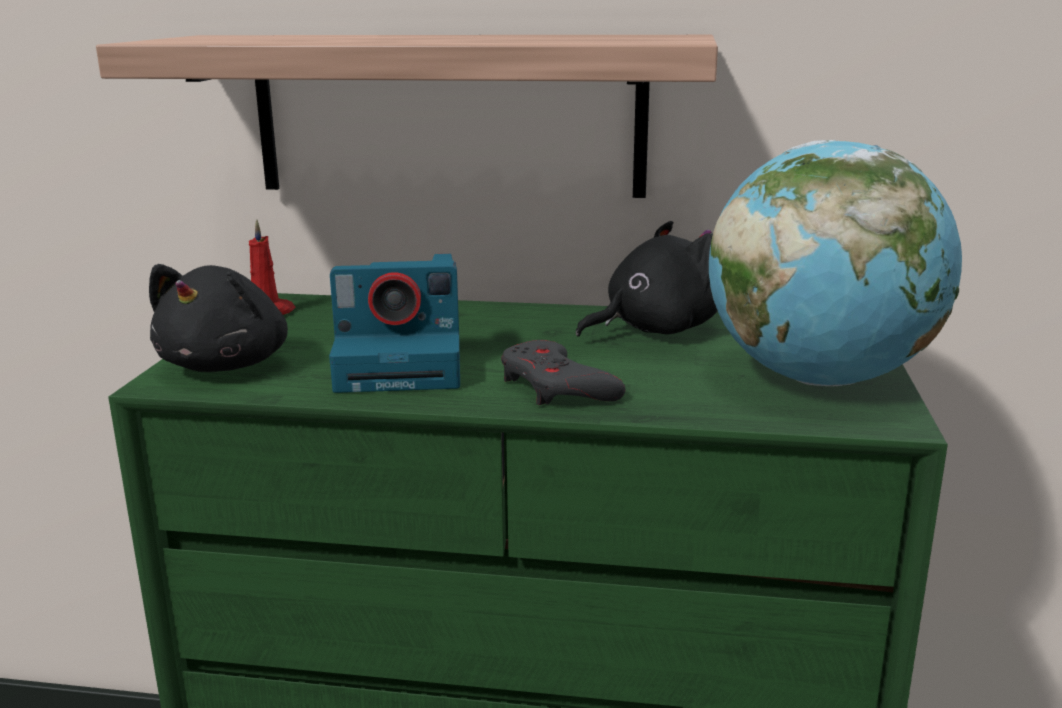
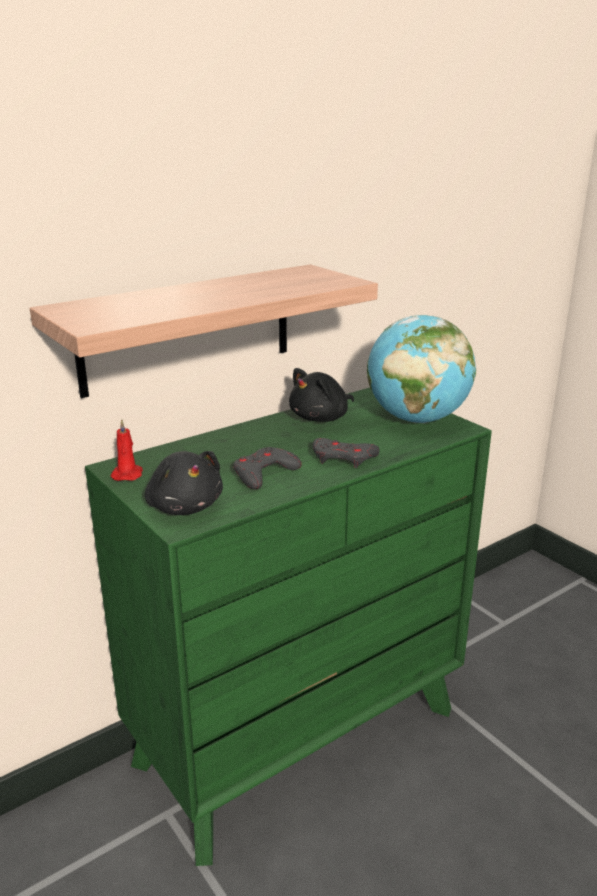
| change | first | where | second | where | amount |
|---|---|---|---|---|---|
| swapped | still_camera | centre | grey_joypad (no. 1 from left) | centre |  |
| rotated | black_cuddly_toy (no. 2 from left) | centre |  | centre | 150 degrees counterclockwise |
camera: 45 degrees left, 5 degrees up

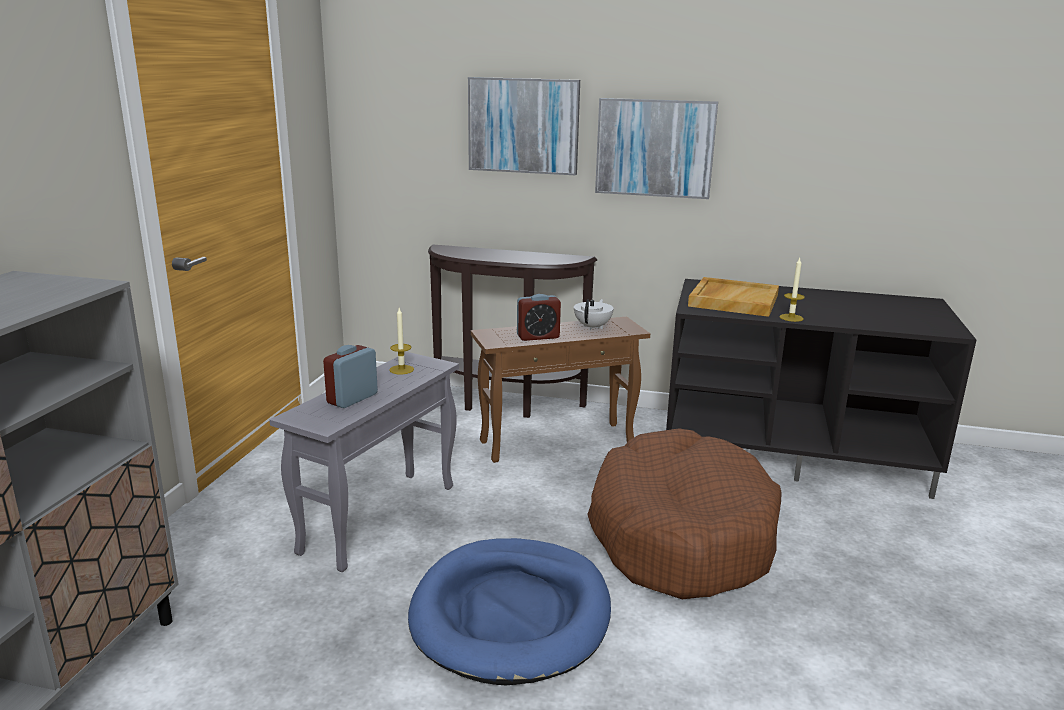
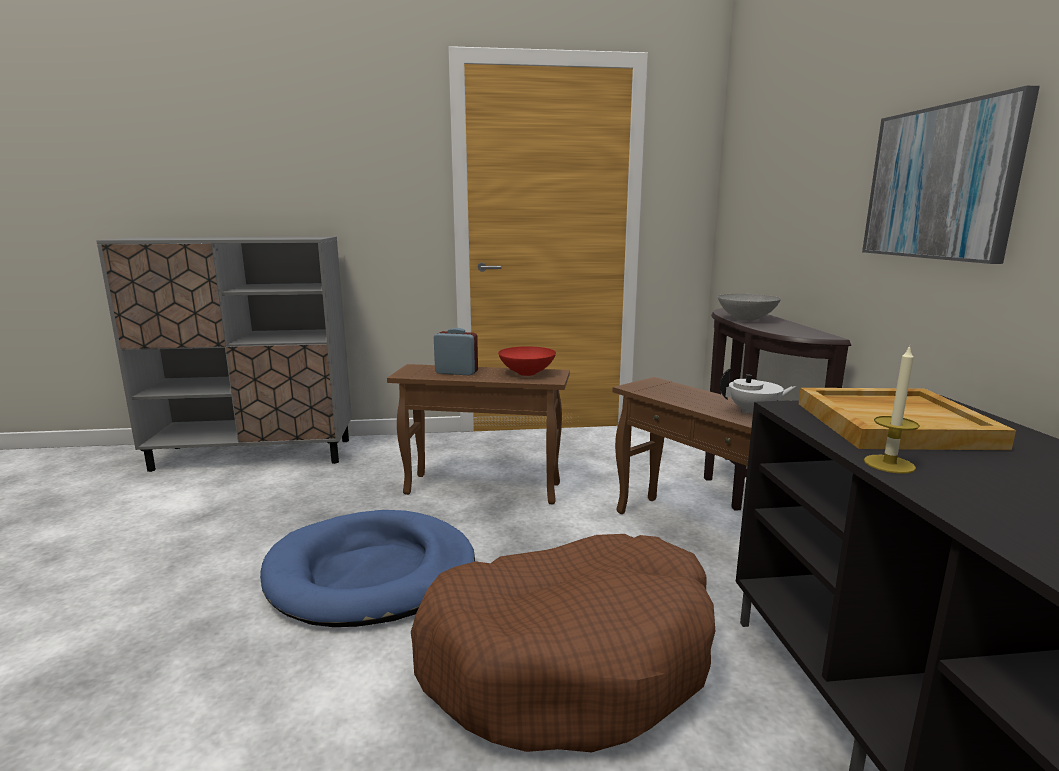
| change | first | where | second | where | amount |
|---|---|---|---|---|---|
| gone | wall_art (no. 1 from left) | top centre |  |  |  |
| gone | bedside_clock (no. 2 from left) | centre |  |  |  |
| new |  |  | grey_serving_bowl | middle right |  |
| swapped | wax_light (no. 1 from left) | centre | red_serving_bowl | centre |  |
| repainted | grey_end_table | centre | brownish_end_table (no. 1 from left) | centre |  |
camera: 70 degrees right, 5 degrees down

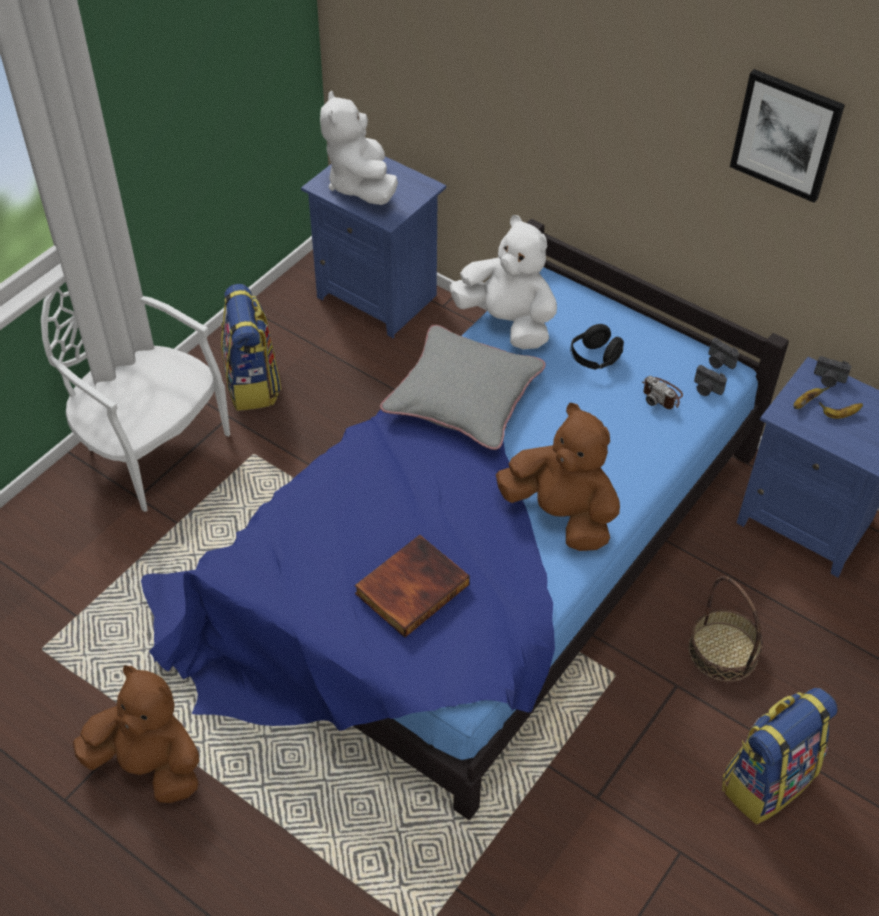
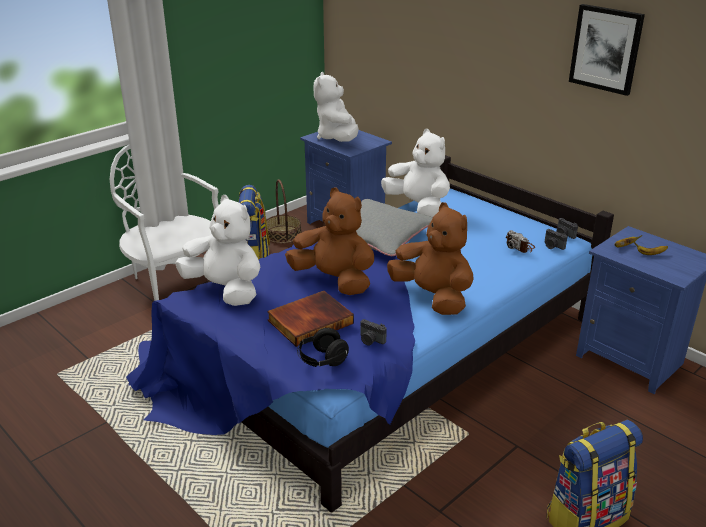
| change | first | where | second | where | amount |
|---|---|---|---|---|---|
| new |  |  | white_cuddly_toy (no. 1 from left) | middle left |  |
| shifted | brownish_cuddly_toy (no. 1 from left) | bottom left |  | centre |  |
| shifted | black_pair_of_headphones | middle right |  | centre |  |
| shifted | basket | bottom right |  | centre |  |
| shifted | still_camera (no. 4 from left in the first image) | middle right | still_camera (no. 1 from left) | centre |  |
camera: 10 degrees right, 20 degrees down

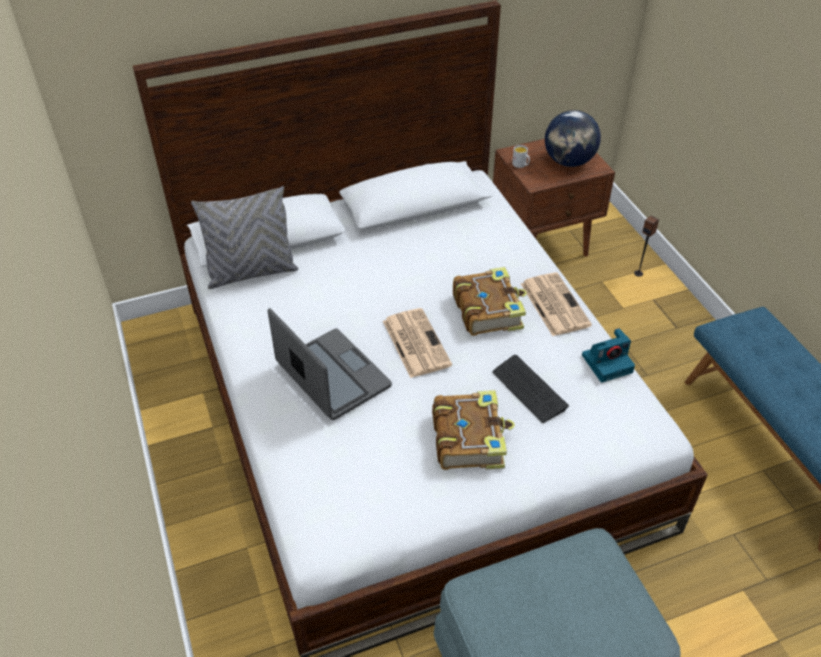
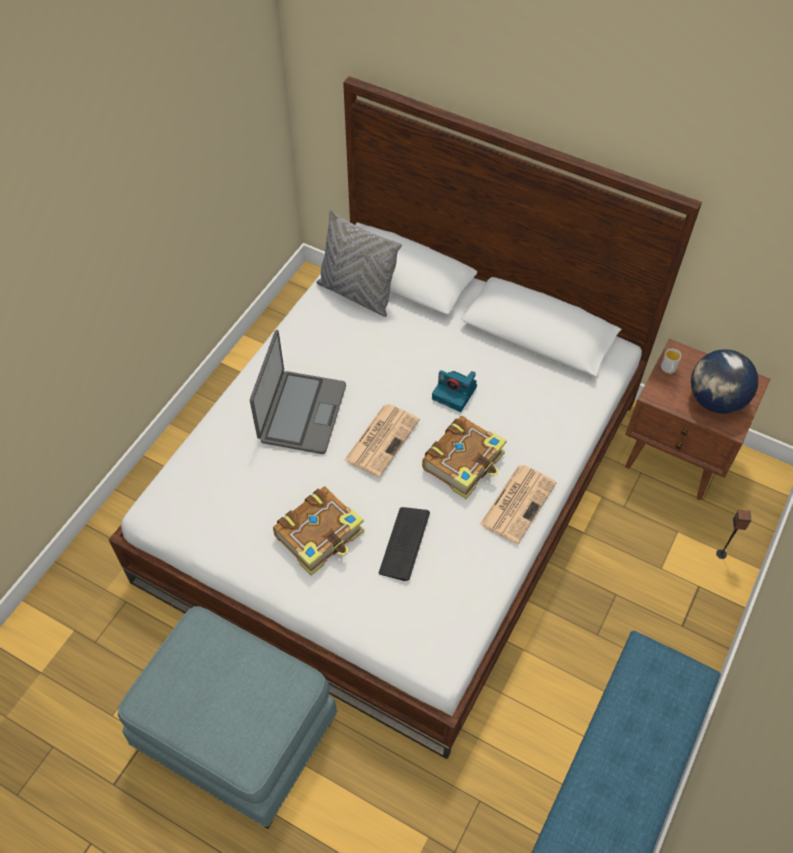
| change | first | where | second | where | amount |
|---|---|---|---|---|---|
| shifted | still_camera | middle right |  | centre |  |
camera: 50 degrees right, 10 degrees up

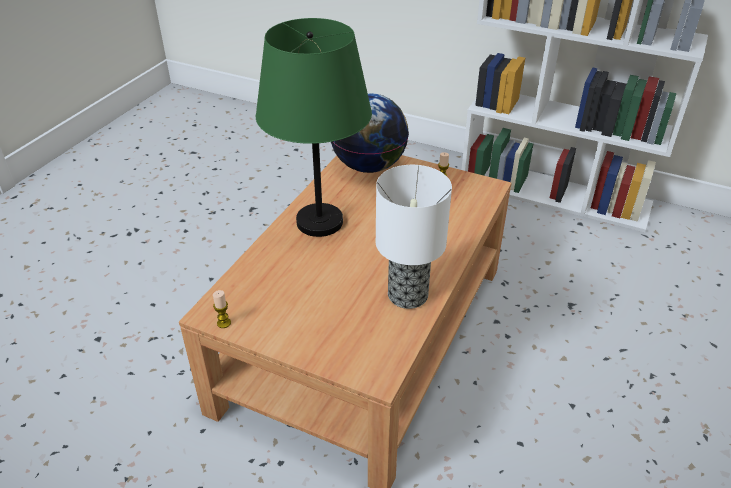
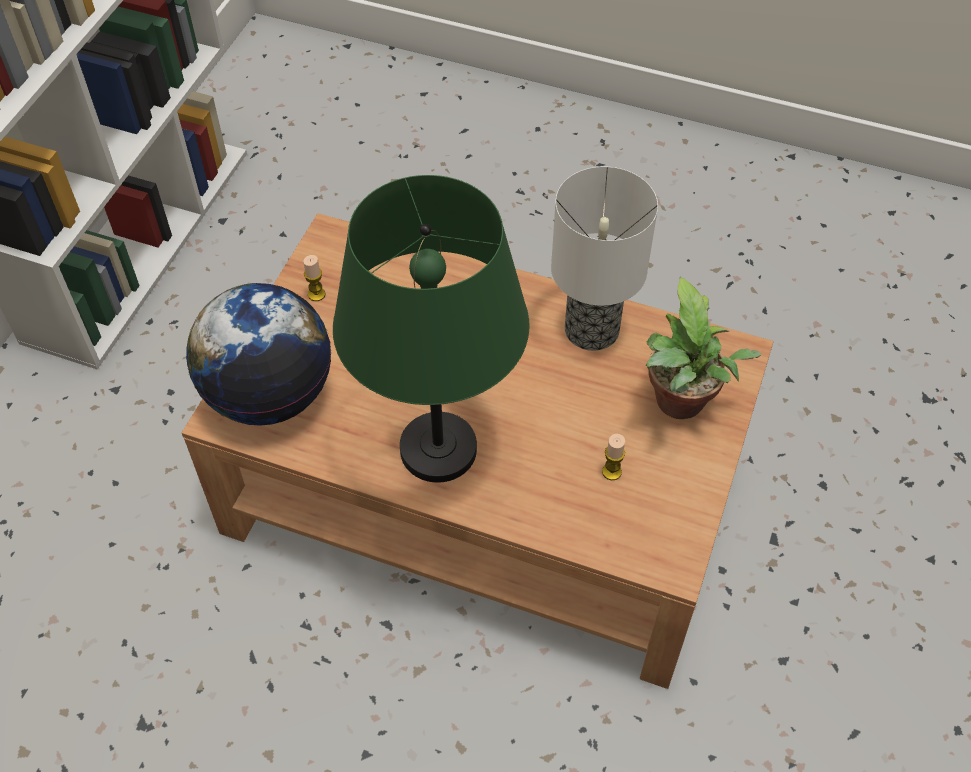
| change | first | where | second | where | amount |
|---|---|---|---|---|---|
| new |  |  | houseplant | middle right |  |
| shifted | wax_light (no. 1 from left in the first image) | middle left | wax_light (no. 2 from left) | centre |  |
camera: 95 degrees left, 15 degrees up

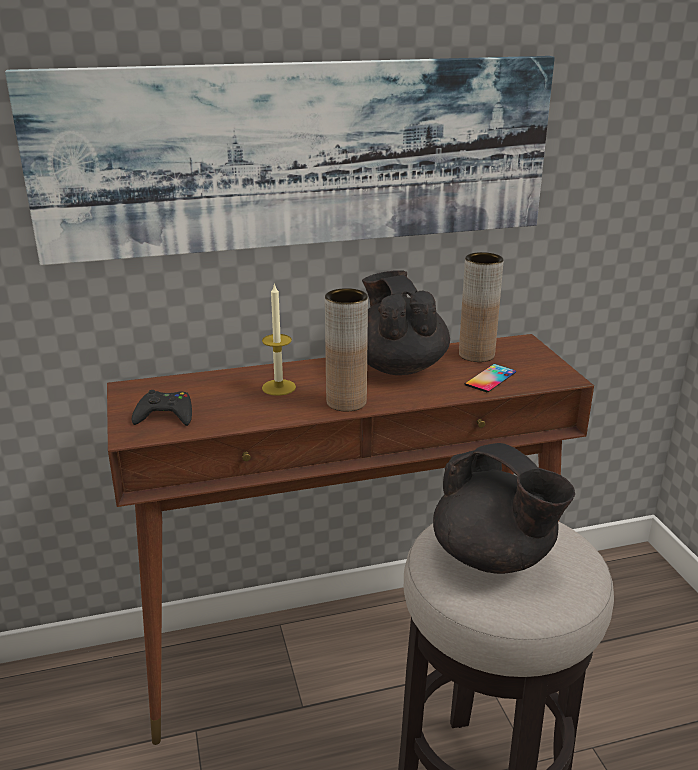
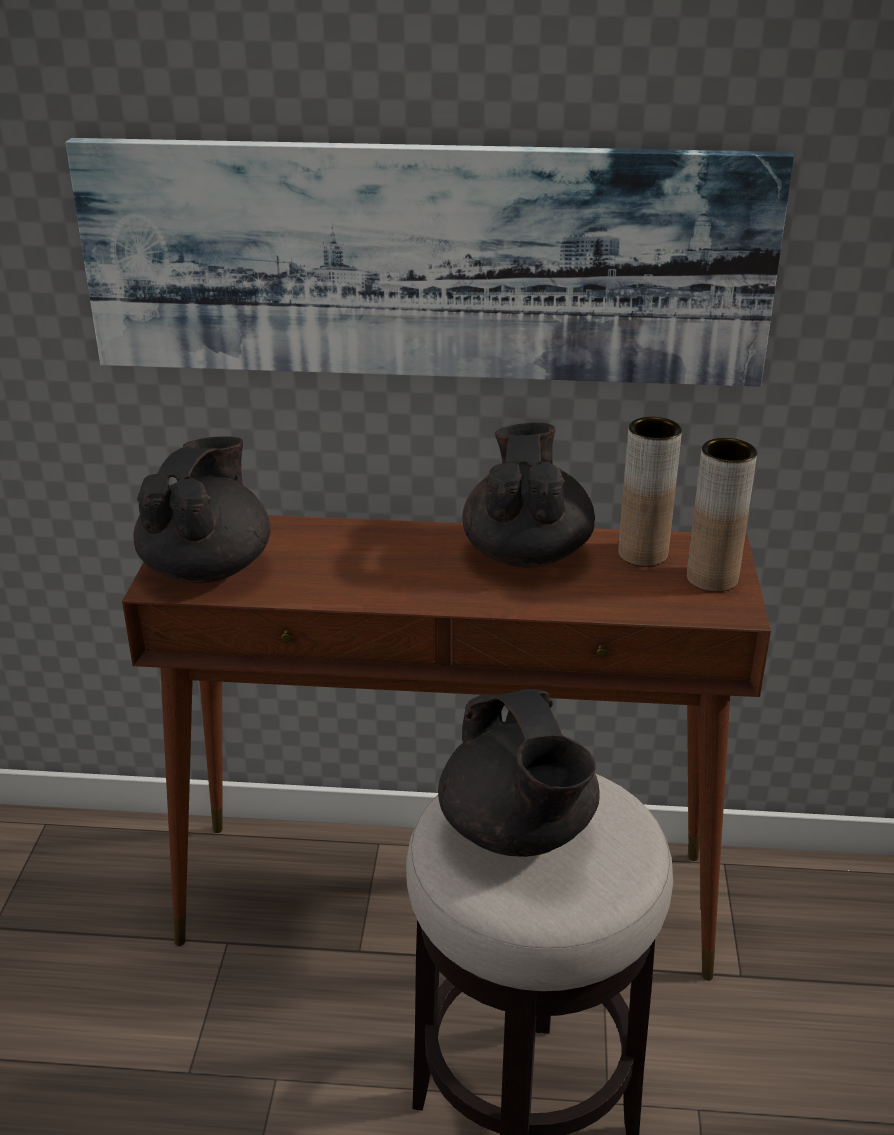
| change | first | where | second | where | amount |
|---|---|---|---|---|---|
| gone | wax_light | centre |  |  |  |
| gone | phone | middle right |  |  |  |
| shifted | brownish_decorative_vase (no. 1 from left in the first image) | centre | brownish_decorative_vase (no. 2 from left) | middle right |  |
| swapped | black_joypad | middle left | black_teapot (no. 1 from left) | middle left |  |
camera: 20 degrees right, 5 degrees up

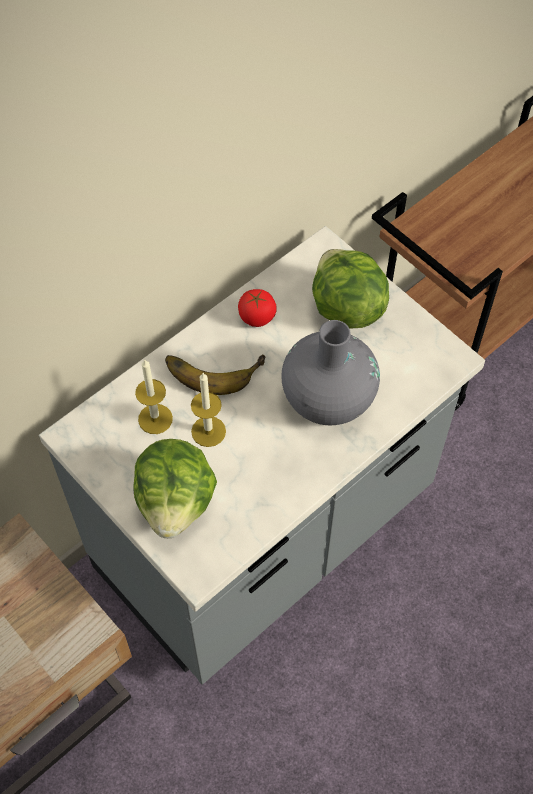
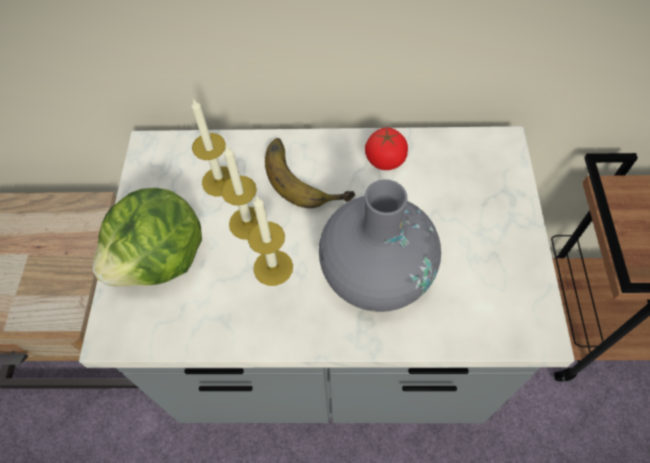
| change | first | where | second | where | amount |
|---|---|---|---|---|---|
| gone | head_of_lettuce (no. 2 from left) | centre |  |  |  |
| new |  |  | wax_light (no. 3 from left) | centre |  |
camera: 45 degrees right, 0 degrees up

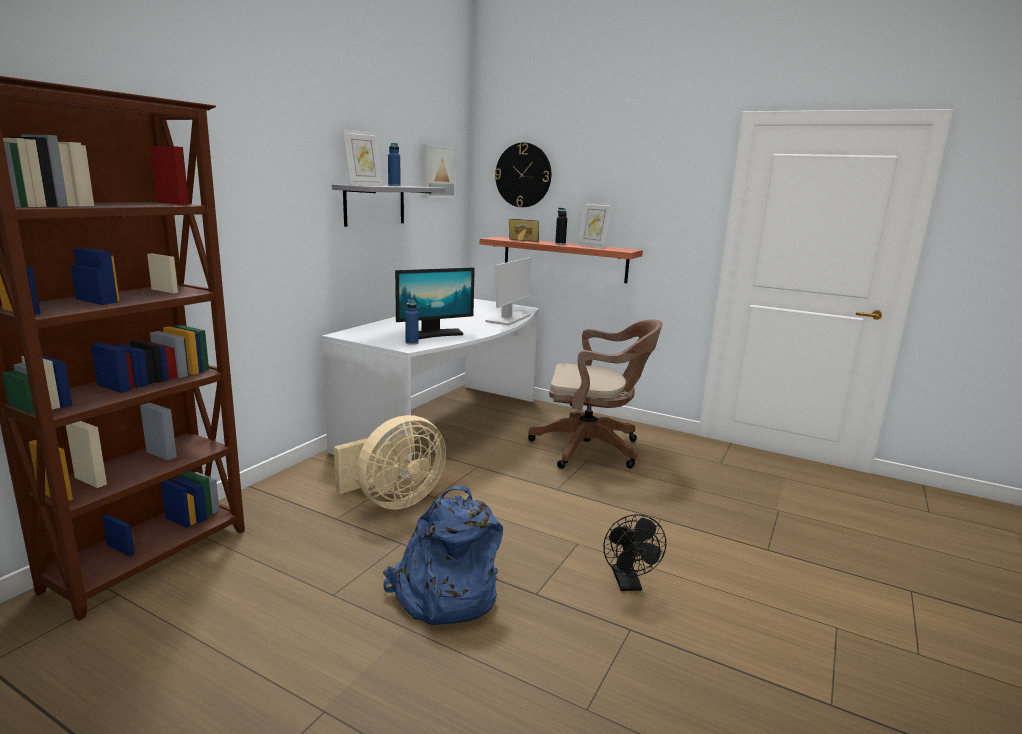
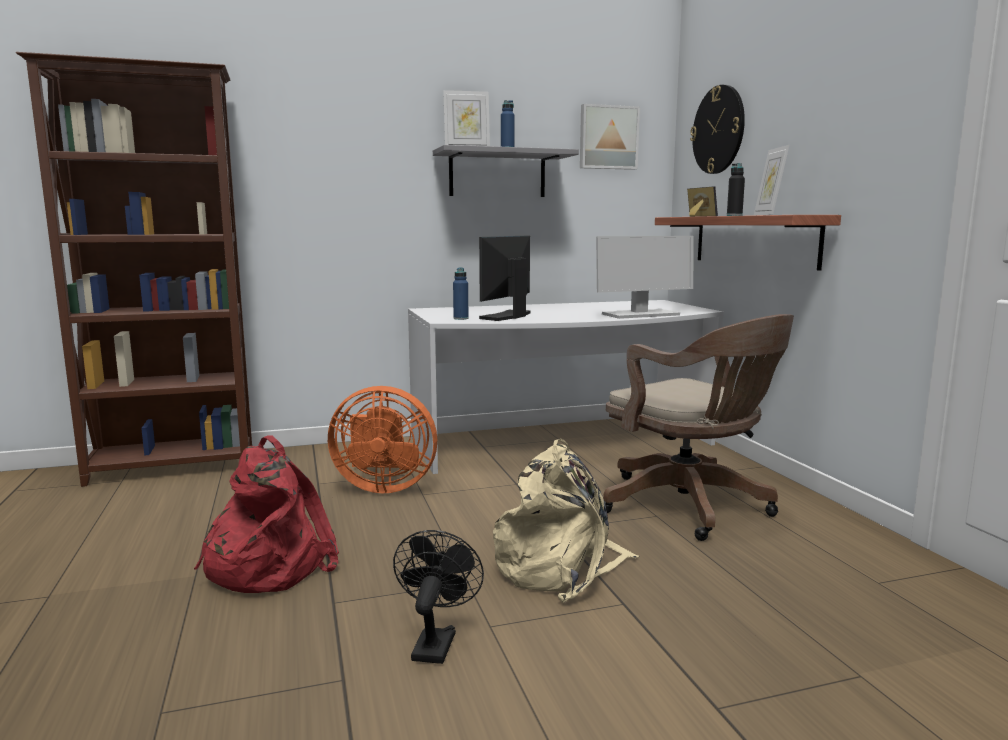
| change | first | where | second | where | amount |
|---|---|---|---|---|---|
| new |  |  | sand-coloured_backpack | bottom centre |  |
| repainted | sand-coloured_electric_fan | centre | orange-coloured_electric_fan | centre |  |
| repainted | blue_backpack | bottom centre | red_backpack | bottom left |  |
| rotated | computer_screen (no. 1 from left) | centre |  | centre | 105 degrees clockwise |
| rotated | black_electric_fan | bottom centre |  | bottom centre | 150 degrees clockwise |
camera: 45 degrees right, 5 degrees down

